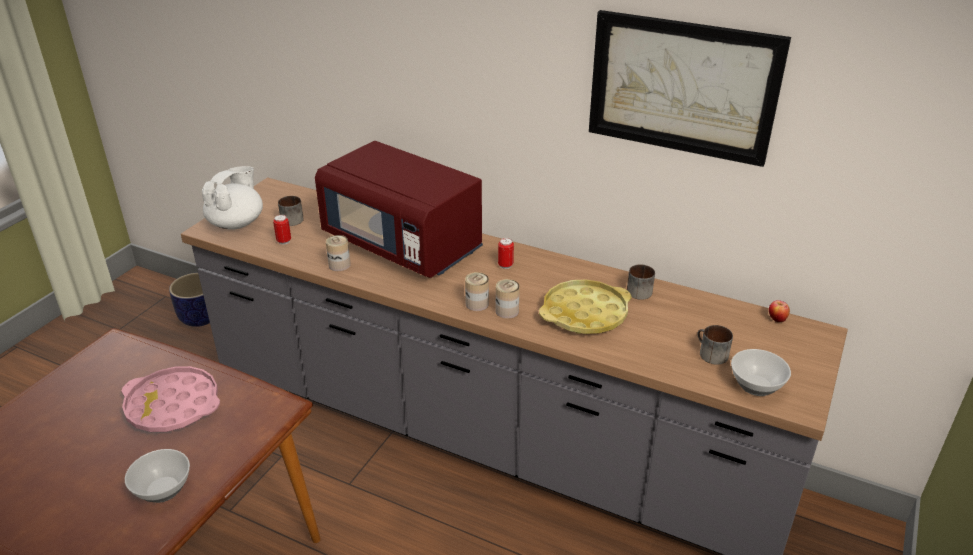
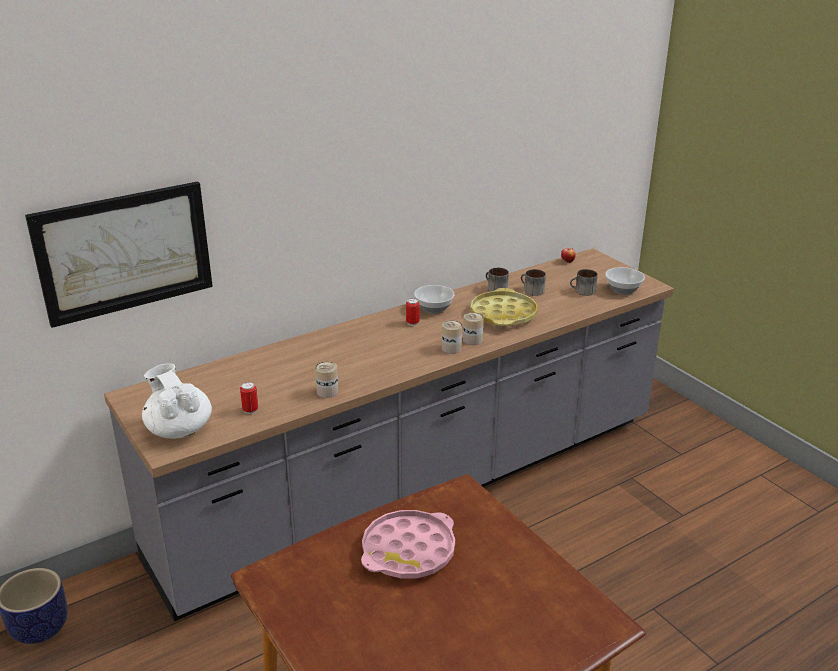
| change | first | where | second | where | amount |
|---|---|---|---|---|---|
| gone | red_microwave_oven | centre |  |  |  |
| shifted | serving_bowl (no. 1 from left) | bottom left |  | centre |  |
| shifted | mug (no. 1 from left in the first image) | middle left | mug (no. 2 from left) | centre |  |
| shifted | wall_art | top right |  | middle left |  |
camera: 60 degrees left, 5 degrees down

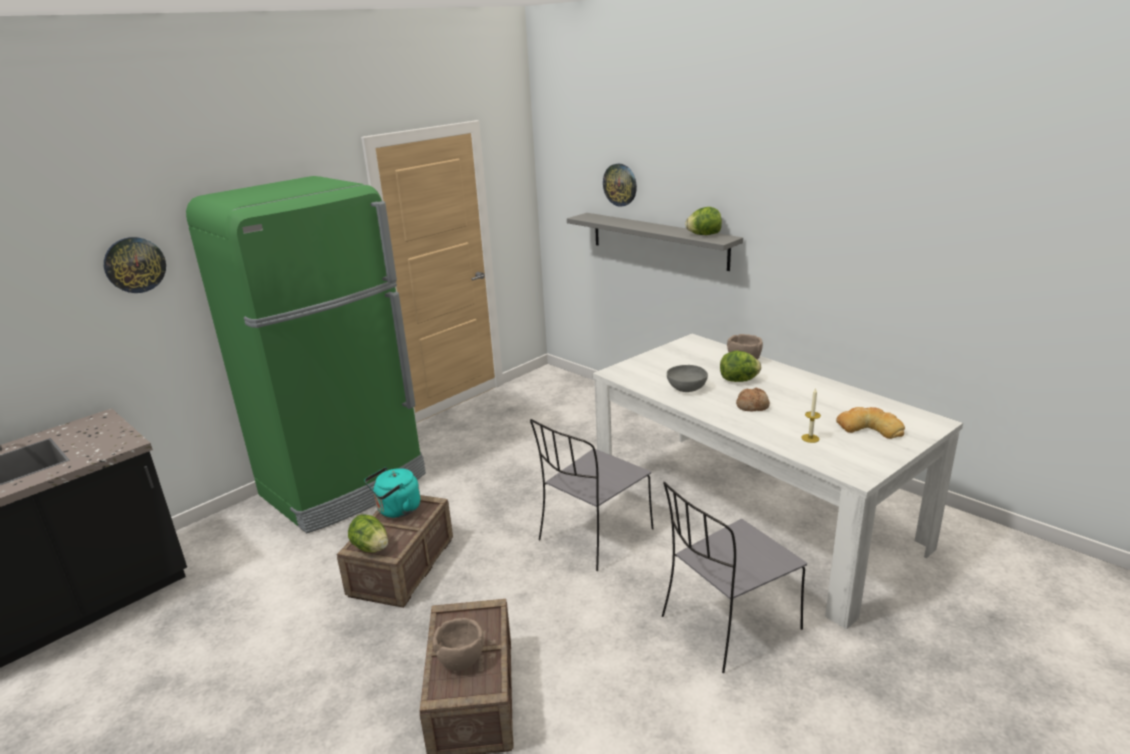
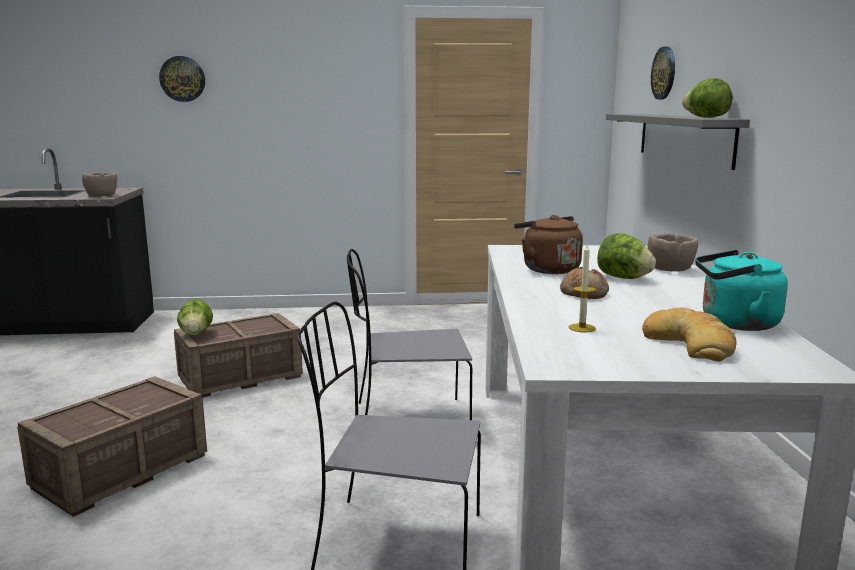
| change | first | where | second | where | amount |
|---|---|---|---|---|---|
| gone | green-coloured_refrigerator | middle left |  |  |  |
| shifted | turquoise_kettle | centre |  | middle right |  |
| shifted | brownish_serving_bowl (no. 1 from left) | bottom centre |  | top left |  |
| swapped | grey_serving_bowl | centre | brownish_kettle | centre |  |
camera: 40 degrees right, 10 degrees down

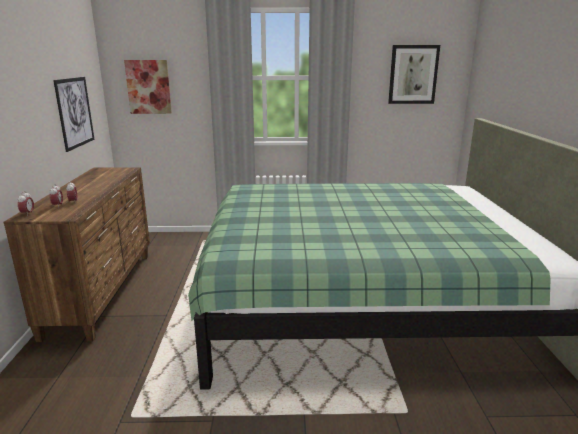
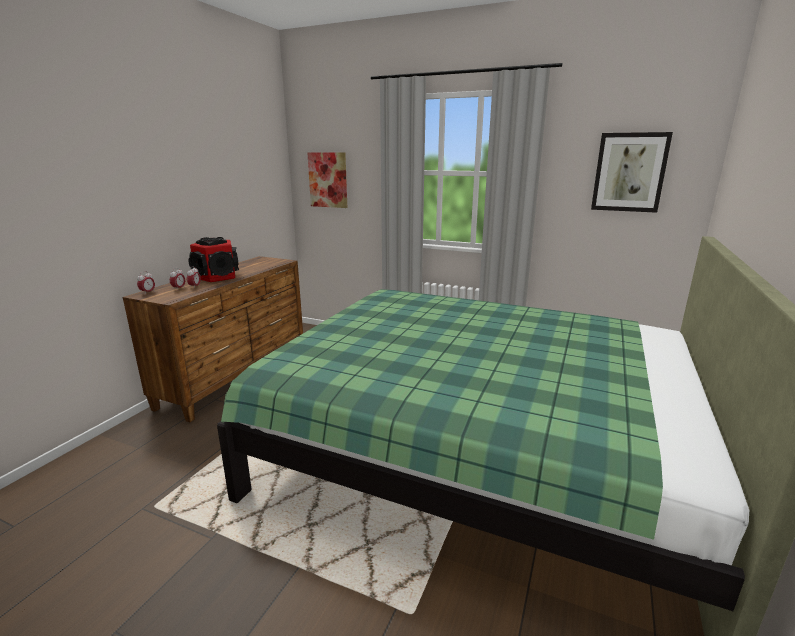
| change | first | where | second | where | amount |
|---|---|---|---|---|---|
| gone | wall_art (no. 1 from left) | top left |  |  |  |
| new |  |  | audio_speaker | middle left |  |
camera: 25 degrees right, 0 degrees up

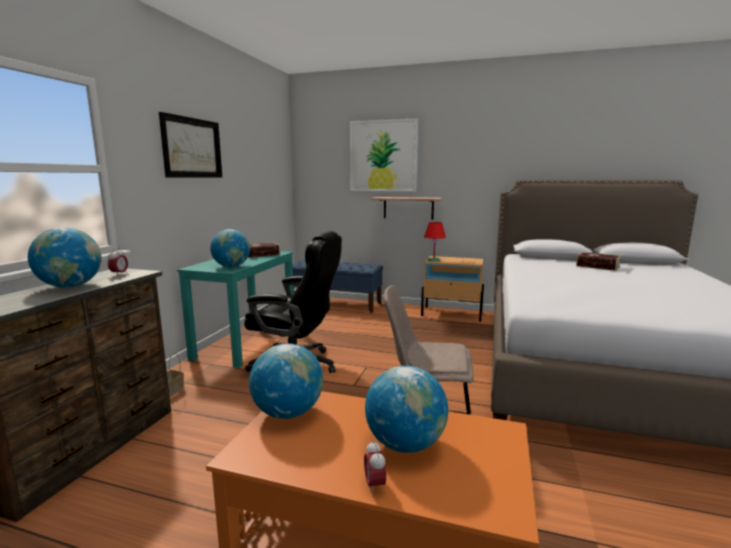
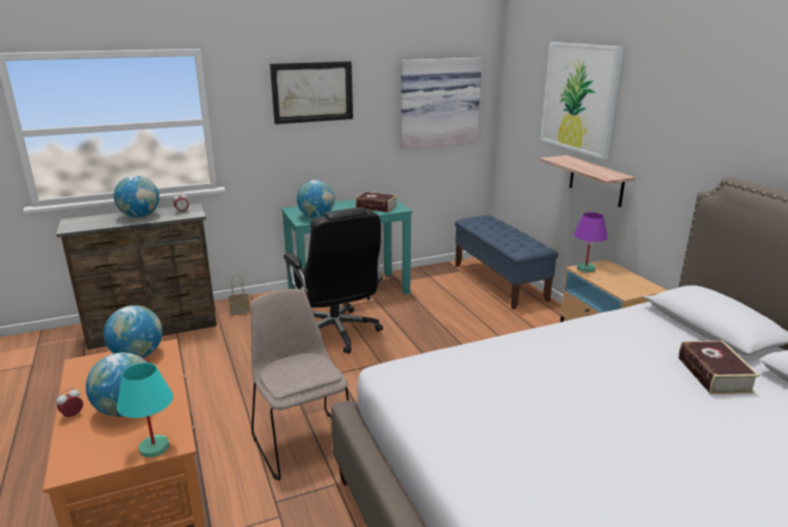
| change | first | where | second | where | amount |
|---|---|---|---|---|---|
| new |  |  | turquoise_lamp_for_a_table | bottom left |  |
| new |  |  | wall_art (no. 2 from left) | top centre |  |
| repainted | red_lamp_for_a_table | centre | purplish_lamp_for_a_table | middle right |  |
camera: 50 degrees right, 10 degrees up

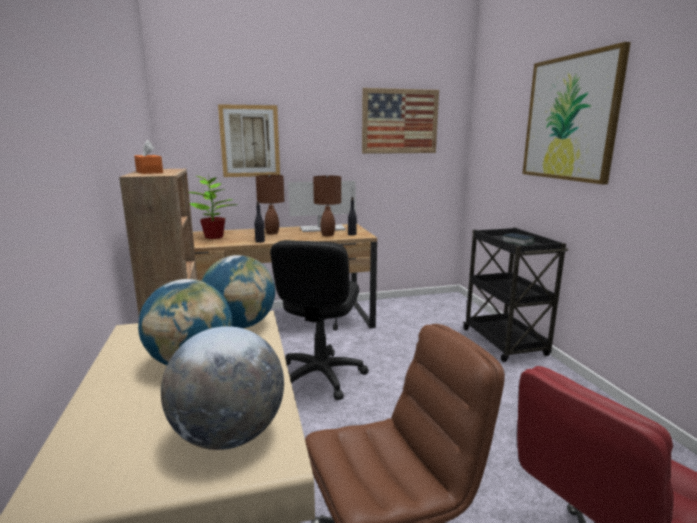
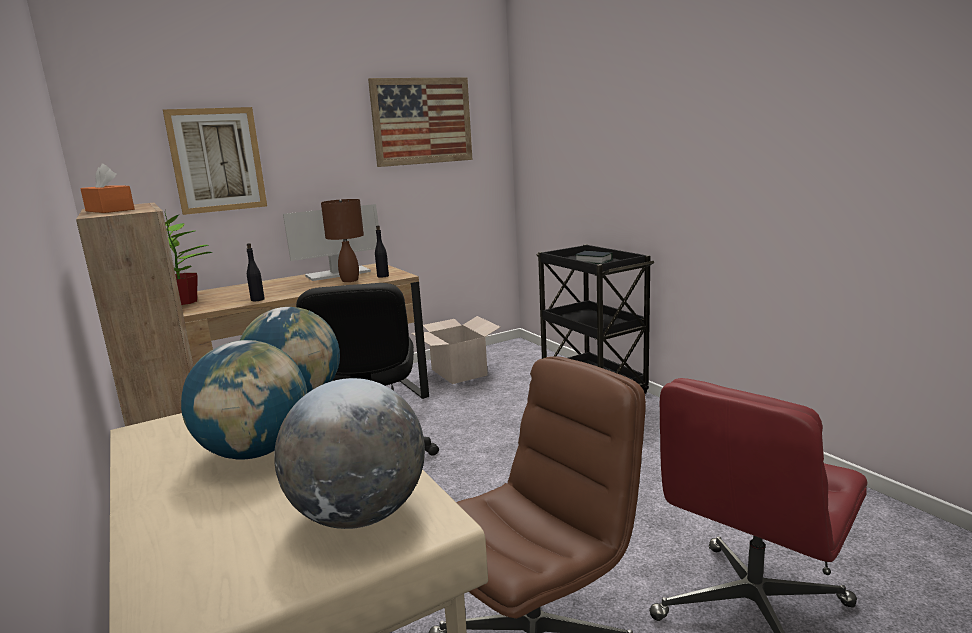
| change | first | where | second | where | amount |
|---|---|---|---|---|---|
| gone | brownish_lamp_for_a_table (no. 1 from left) | centre |  |  |  |
| gone | wall_art (no. 3 from left) | top right |  |  |  |
| new |  |  | carton | centre |  |
camera: 15 degrees left, 0 degrees up

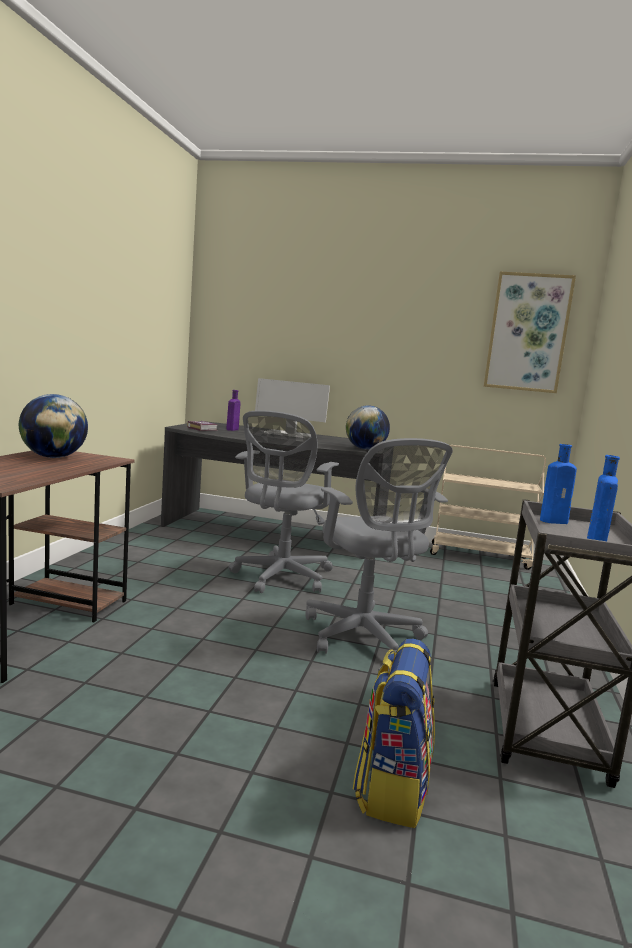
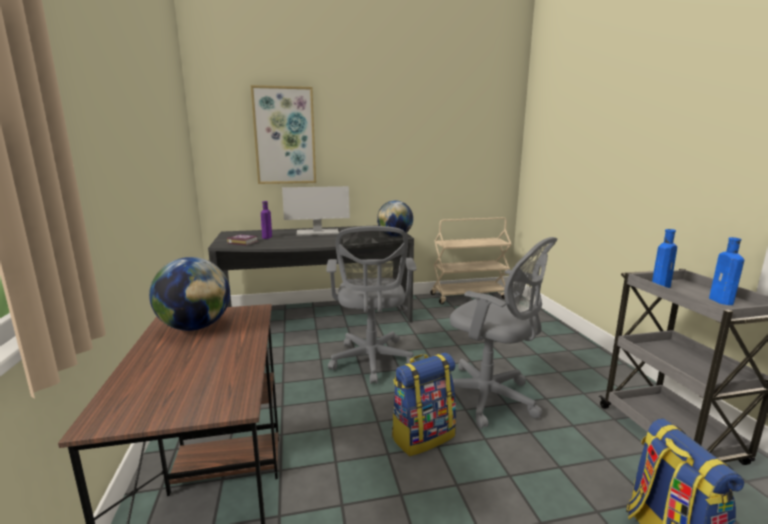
| change | first | where | second | where | amount |
|---|---|---|---|---|---|
| new |  |  | backpack (no. 1 from left) | bottom centre |  |
| shifted | wall_art | middle right |  | top centre |  |
camera: 25 degrees left, 5 degrees up

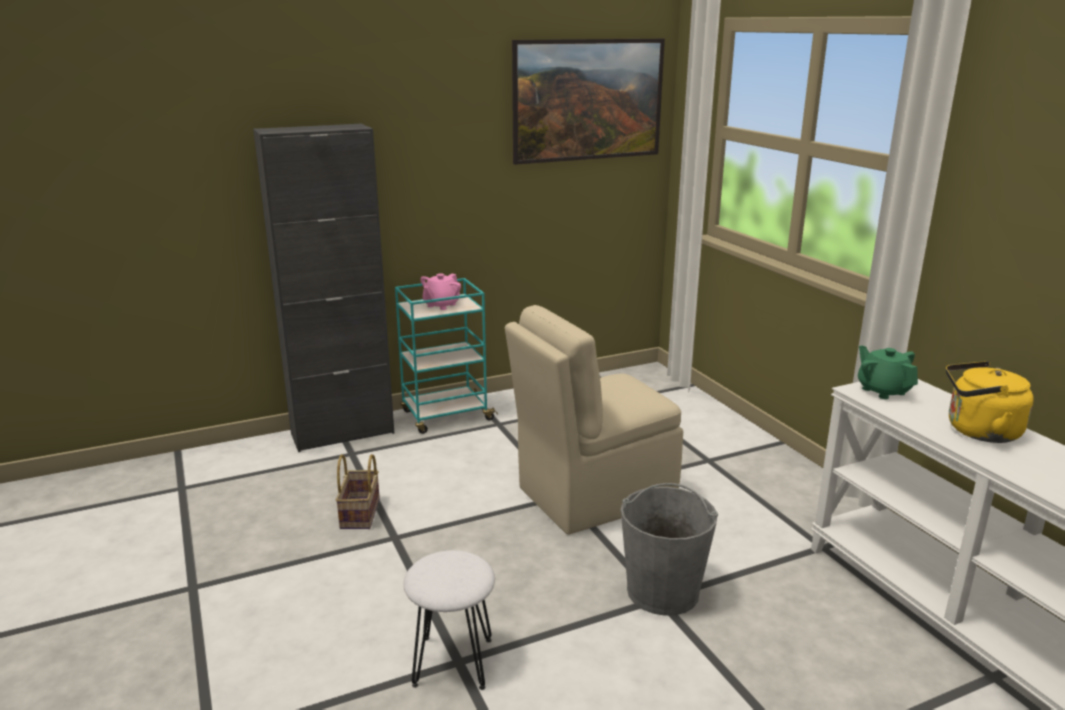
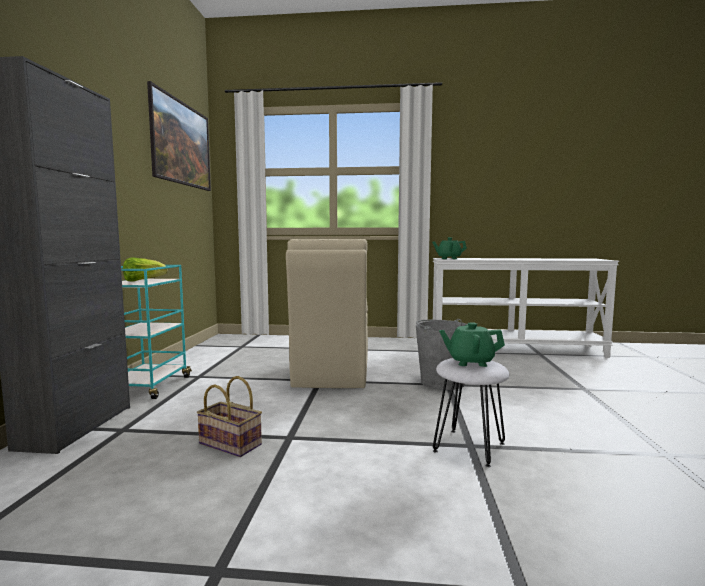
| change | first | where | second | where | amount |
|---|---|---|---|---|---|
| gone | yellow_kettle | middle right |  |  |  |
| new |  |  | green-coloured_teapot (no. 2 from left) | middle right |  |
| swapped | pink_teapot | centre | head_of_lettuce | middle left |  |
camera: 60 degrees left, 15 degrees down

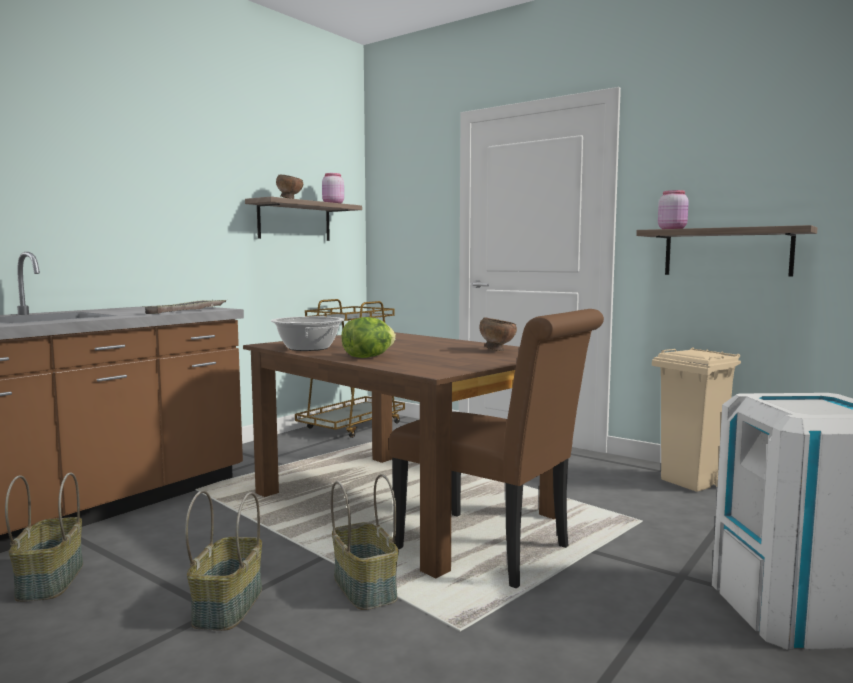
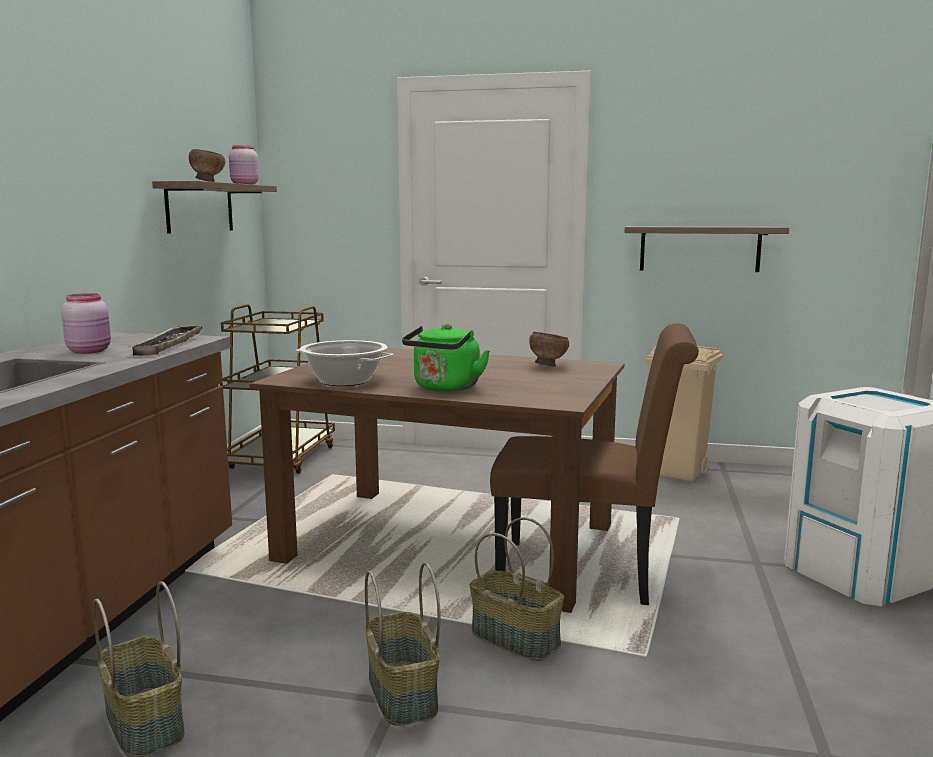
| change | first | where | second | where | amount |
|---|---|---|---|---|---|
| shifted | pink_preserve_jar (no. 2 from left in the first image) | top right | pink_preserve_jar (no. 1 from left) | middle left |  |
| swapped | head_of_lettuce | centre | green-coloured_kettle | centre |  |
camera: 25 degrees left, 5 degrees up

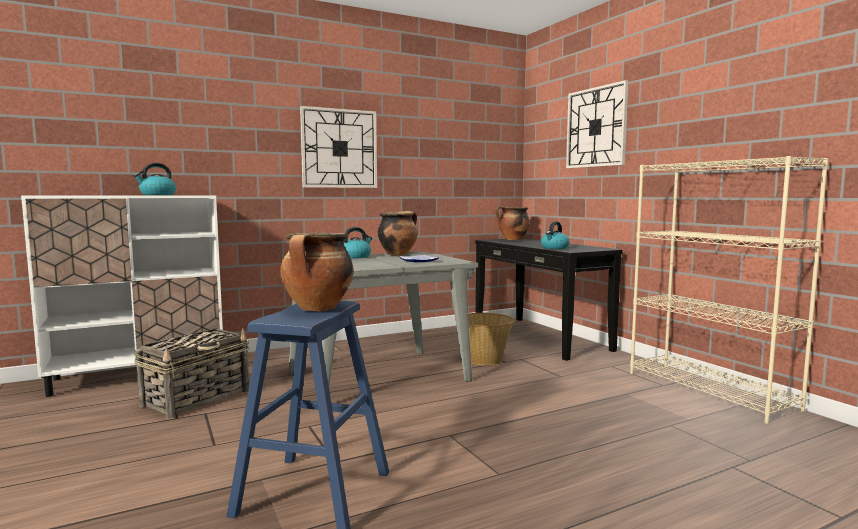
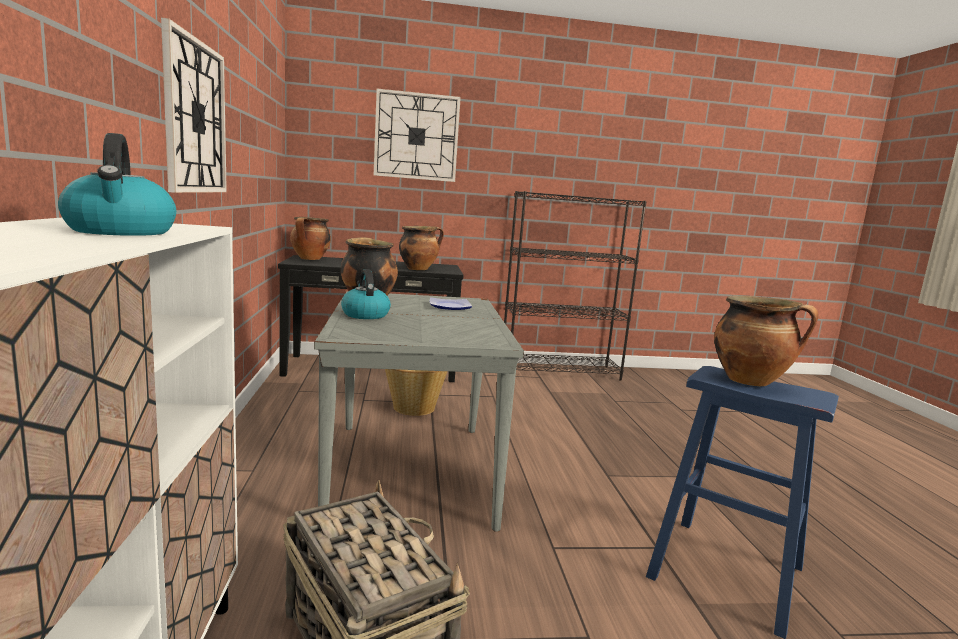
| change | first | where | second | where | amount |
|---|---|---|---|---|---|
| swapped | kettle (no. 3 from left) | centre | cooking_pot (no. 3 from left) | centre |  |
| repainted | sand-coloured_bookshelf | middle right | black_bookshelf | centre |  |
camera: 70 degrees left, 5 degrees up

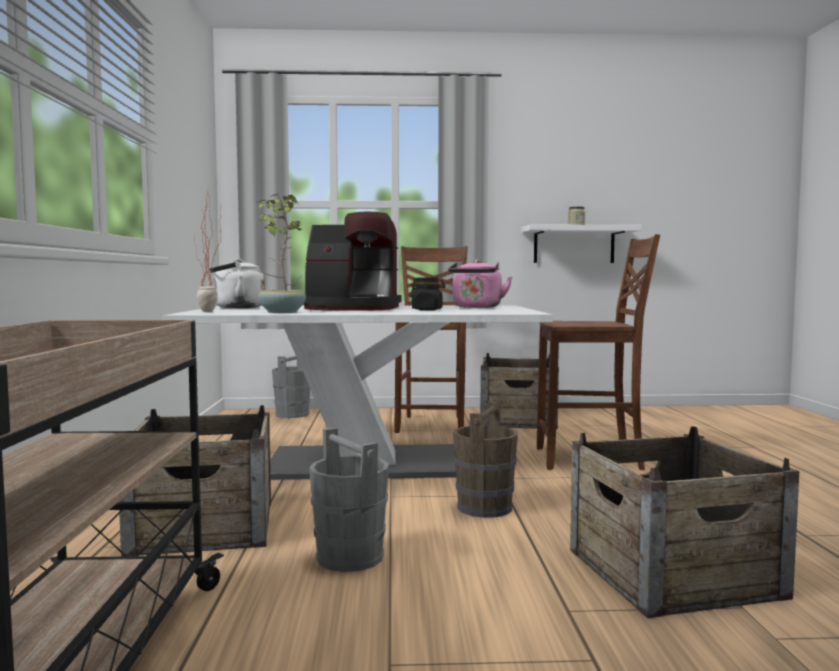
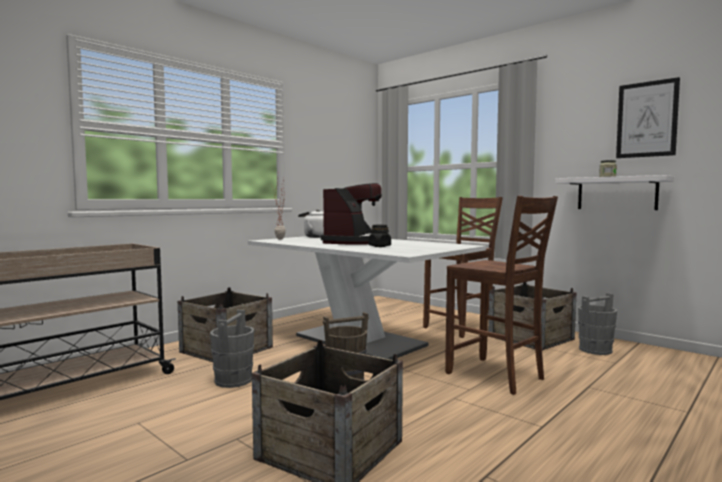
| change | first | where | second | where | amount |
|---|---|---|---|---|---|
| gone | houseplant (no. 2 from left) | centre |  |  |  |
| gone | pink_kettle | centre |  |  |  |
| new |  |  | wall_art | top right |  |
| shifted | grey_pail (no. 1 from left in the first image) | centre | grey_pail (no. 2 from left) | bottom right |  |
| rotated | coffee_brewer | centre |  | centre | 120 degrees counterclockwise |
camera: 45 degrees right, 0 degrees up

